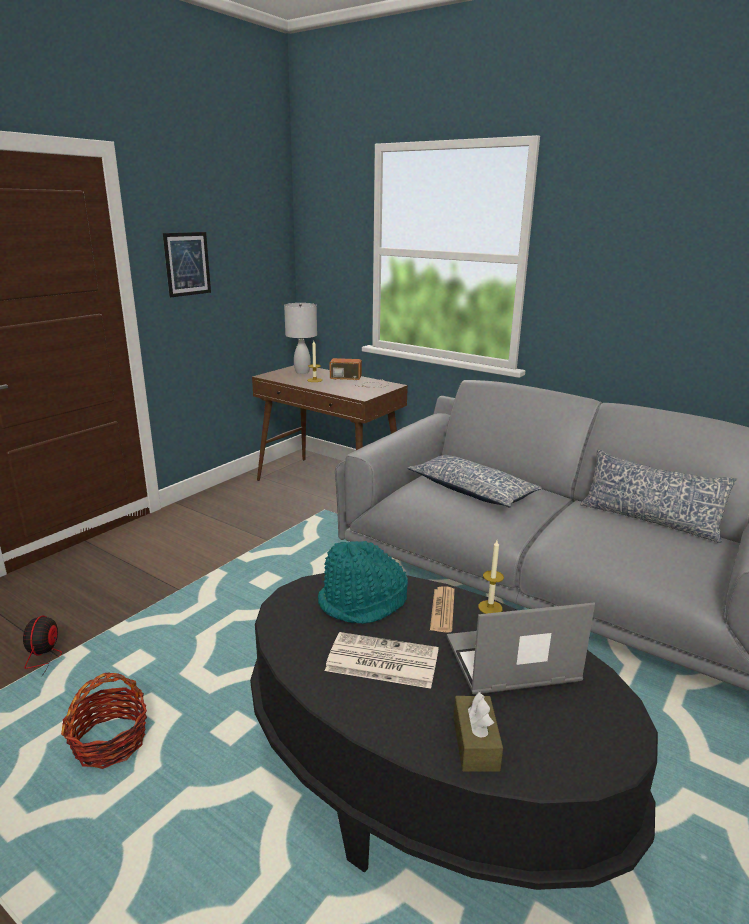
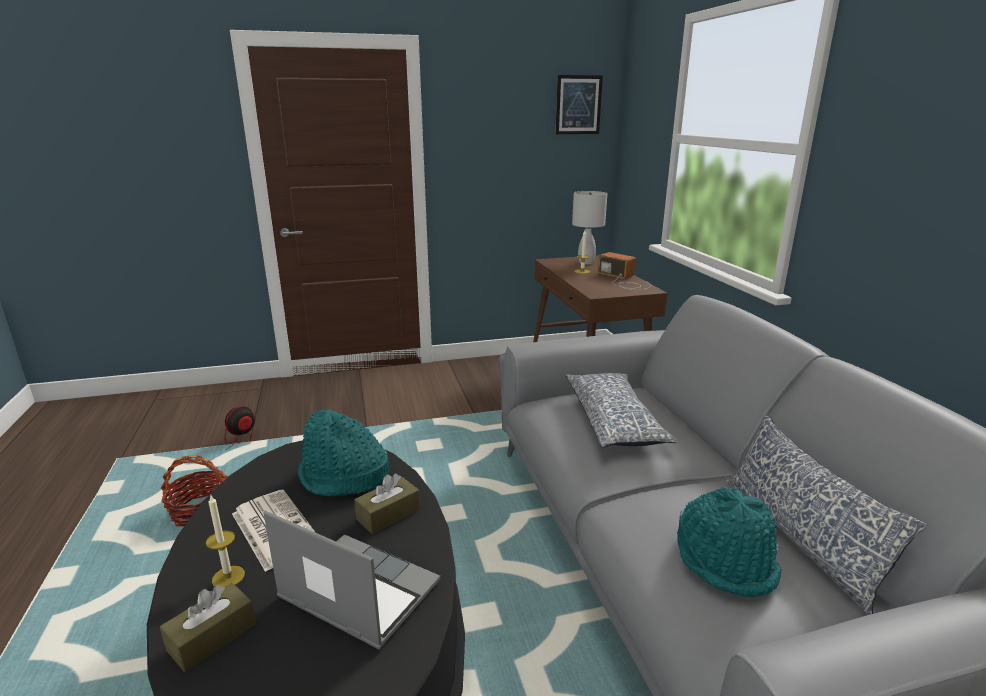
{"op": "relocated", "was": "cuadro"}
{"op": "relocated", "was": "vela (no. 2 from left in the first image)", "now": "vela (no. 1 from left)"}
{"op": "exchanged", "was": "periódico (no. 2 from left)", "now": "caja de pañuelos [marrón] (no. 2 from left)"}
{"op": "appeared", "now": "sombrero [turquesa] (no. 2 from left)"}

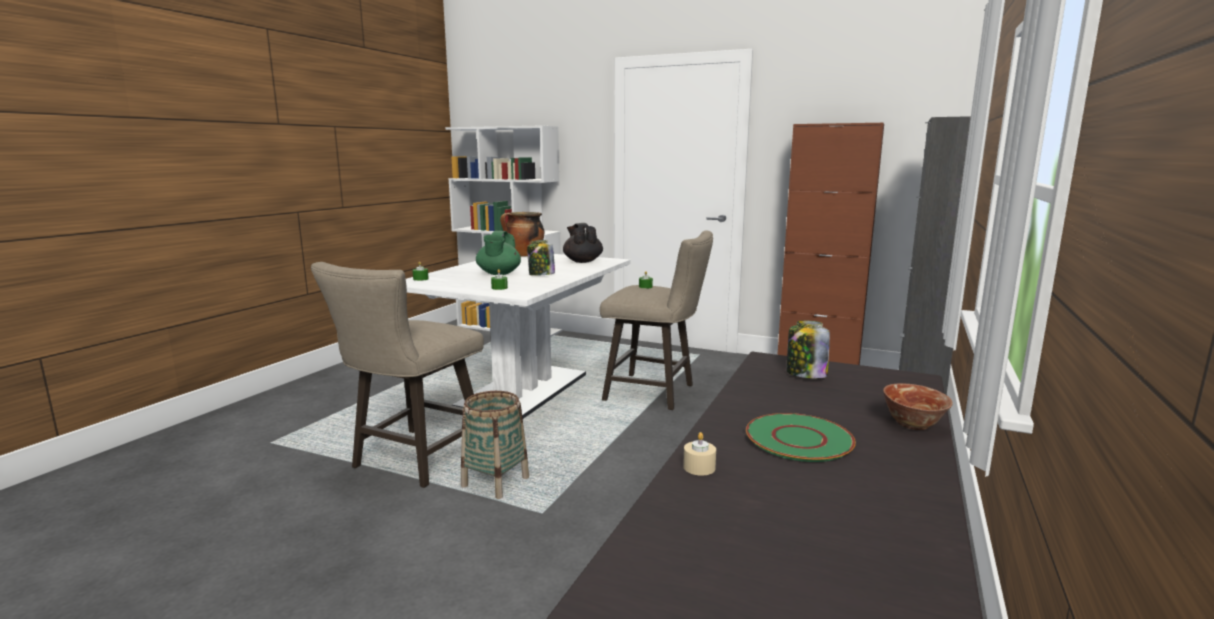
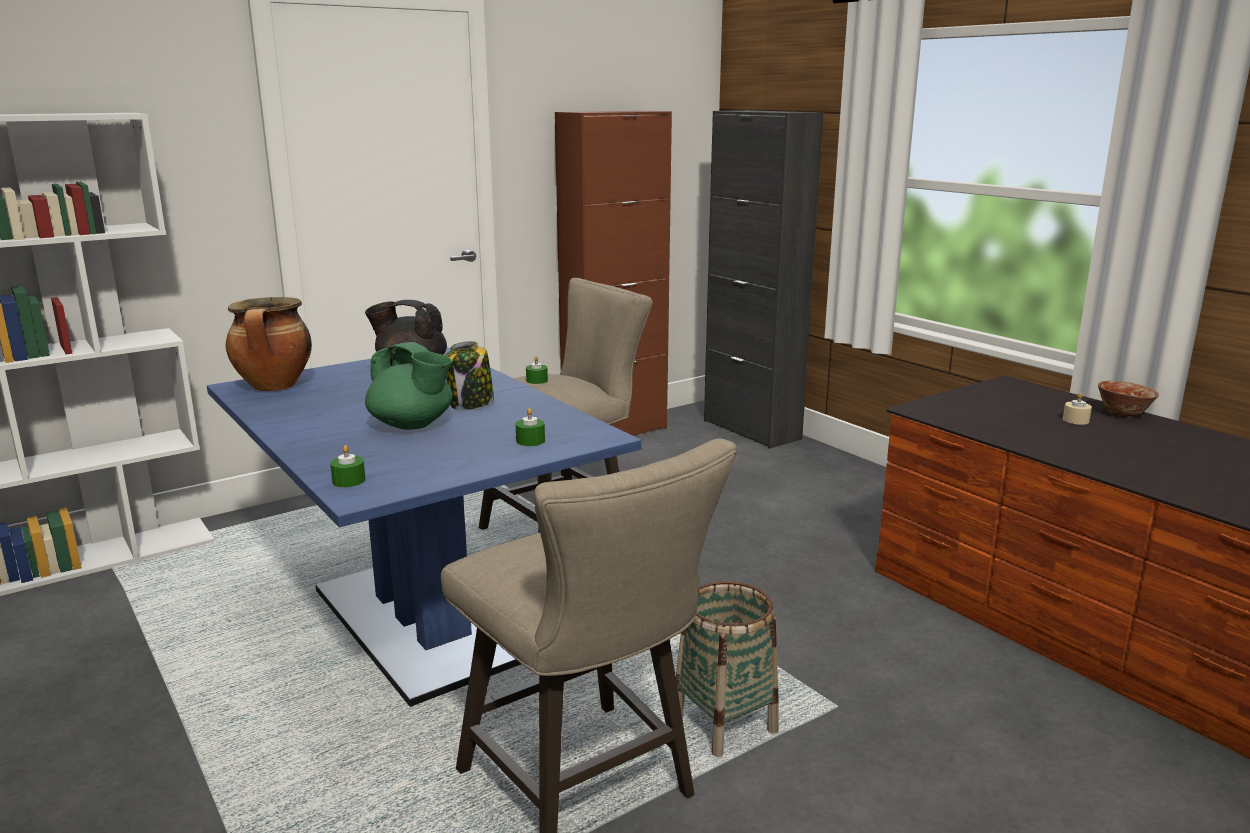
{"op": "colour", "was": "mesa de comedor [blanco]", "now": "mesa de comedor [azul]"}
{"op": "missing", "was": "tarro (no. 2 from left)"}
{"op": "missing", "was": "plato [verde]"}
{"op": "relocated", "was": "vela [beis]"}

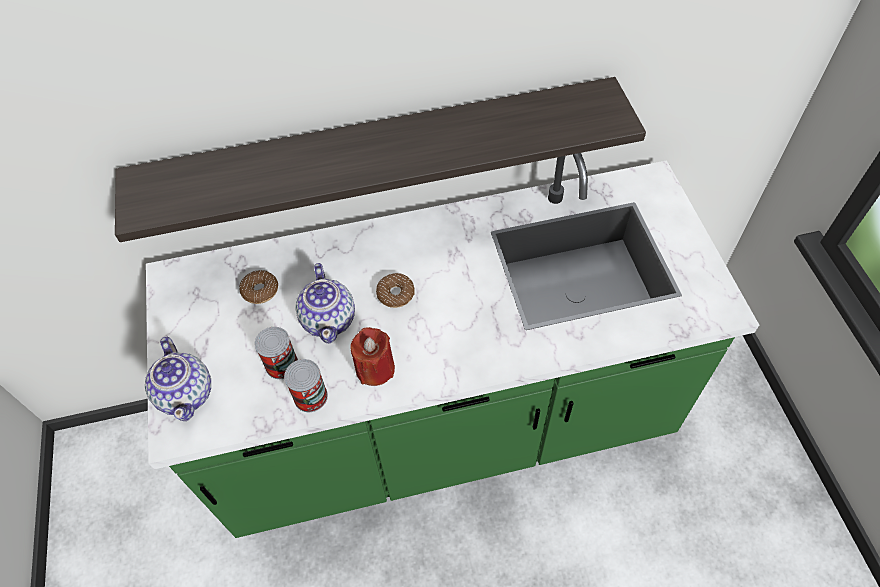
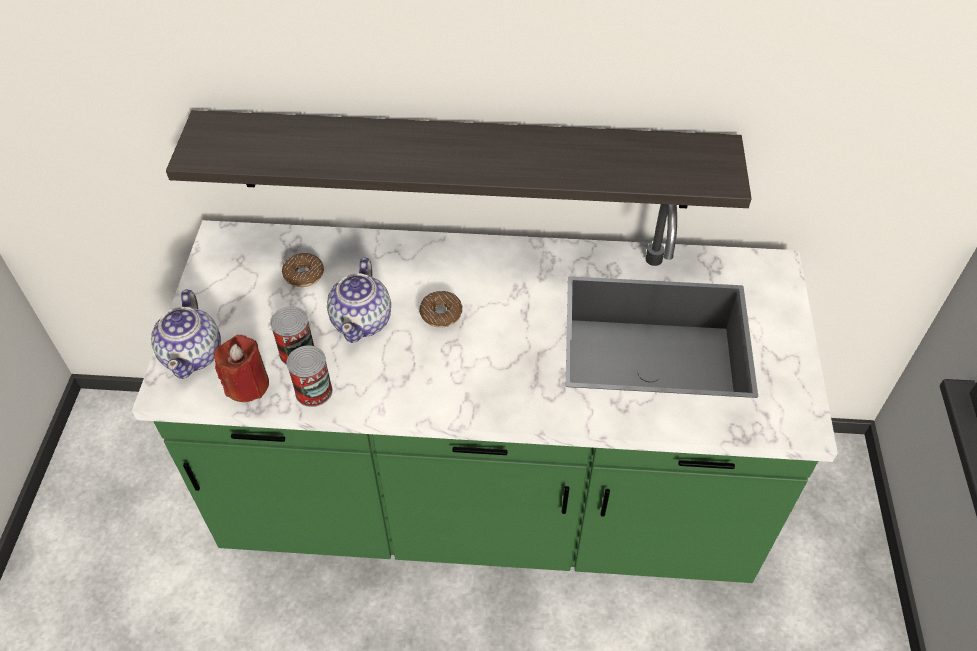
{"op": "relocated", "was": "vela [rojo]"}

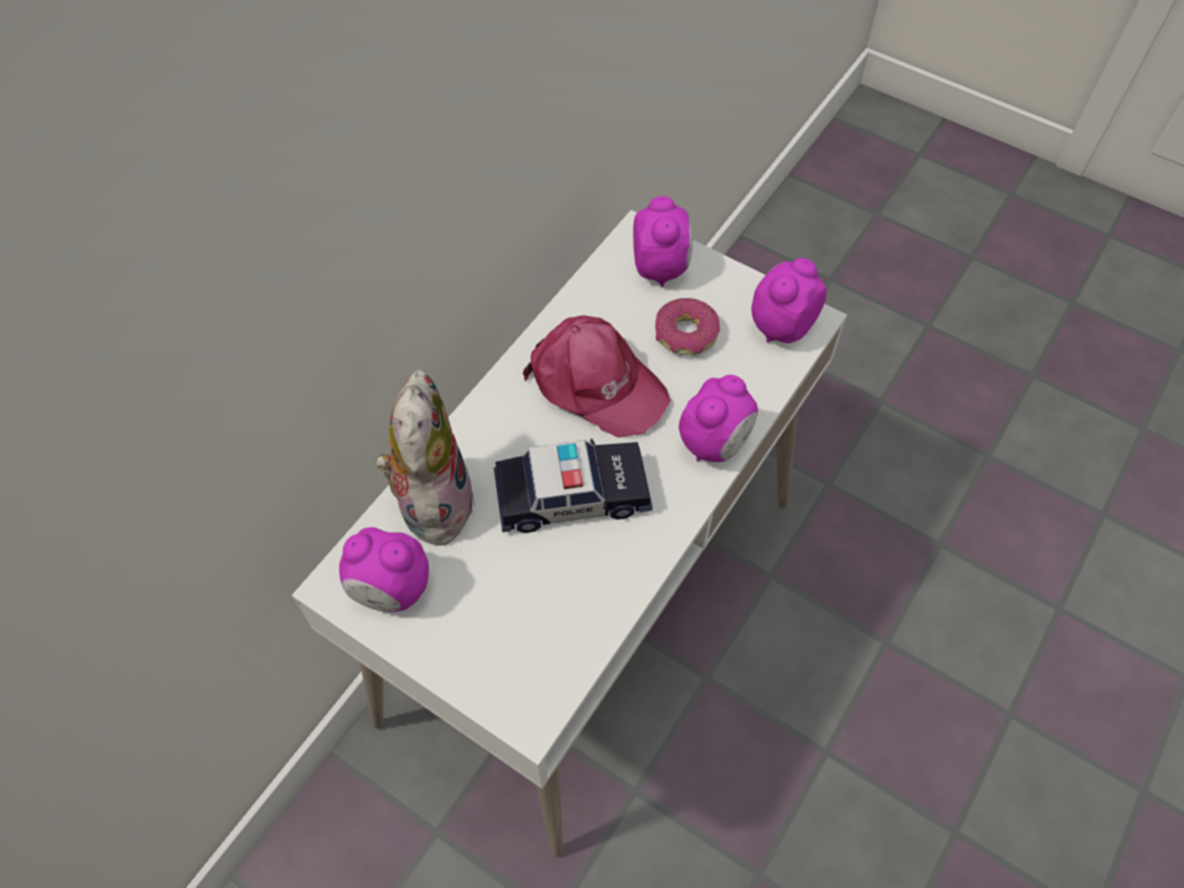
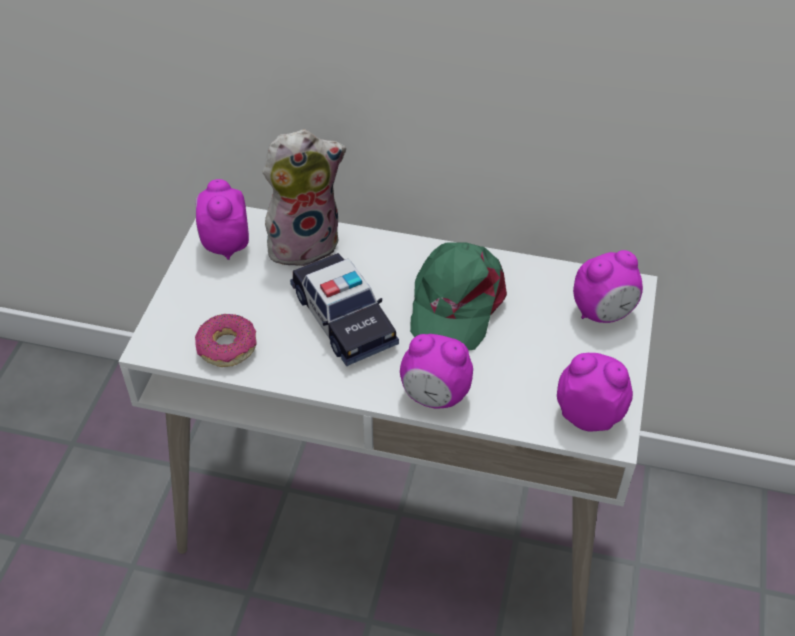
{"op": "relocated", "was": "rosquilla"}
{"op": "colour", "was": "gorra [rosa]", "now": "gorra [verde]"}

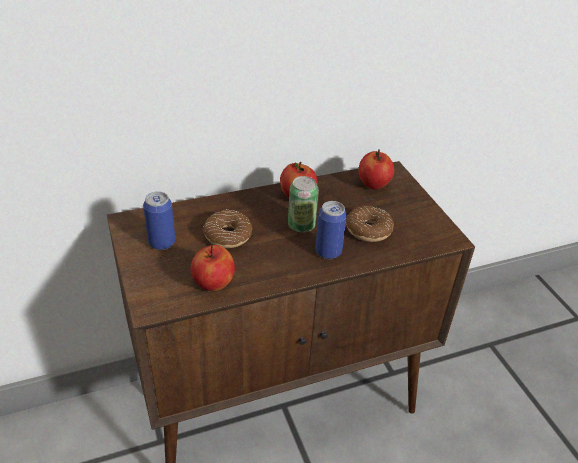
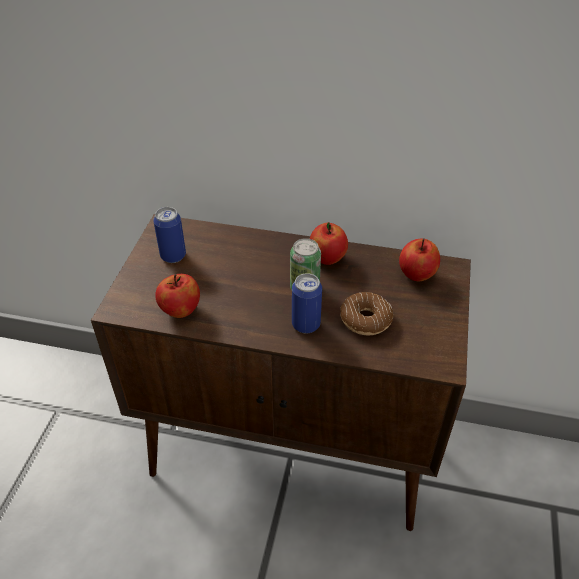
{"op": "missing", "was": "rosquilla (no. 1 from left)"}

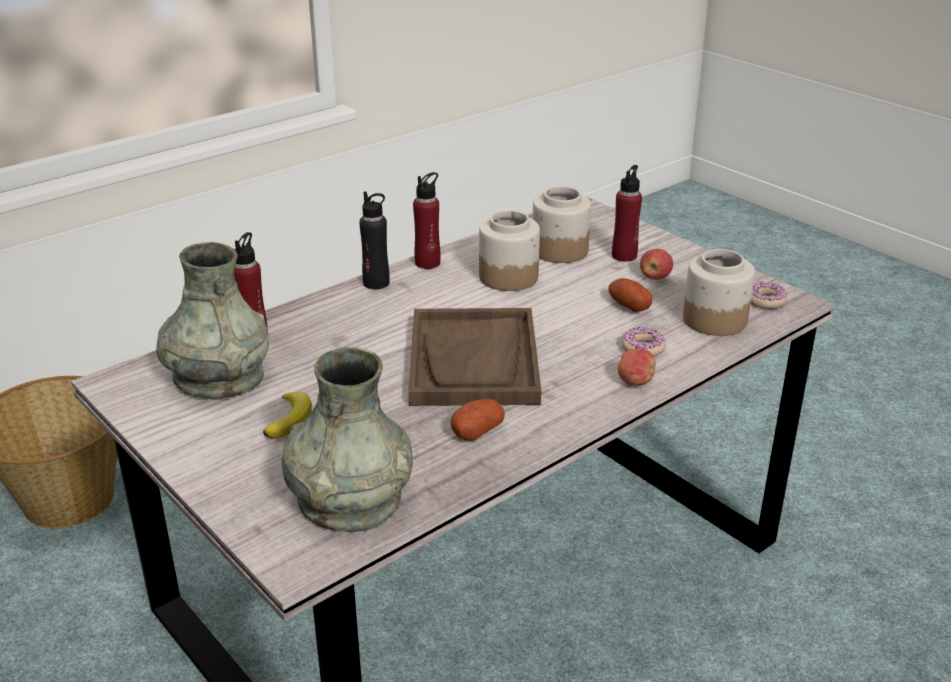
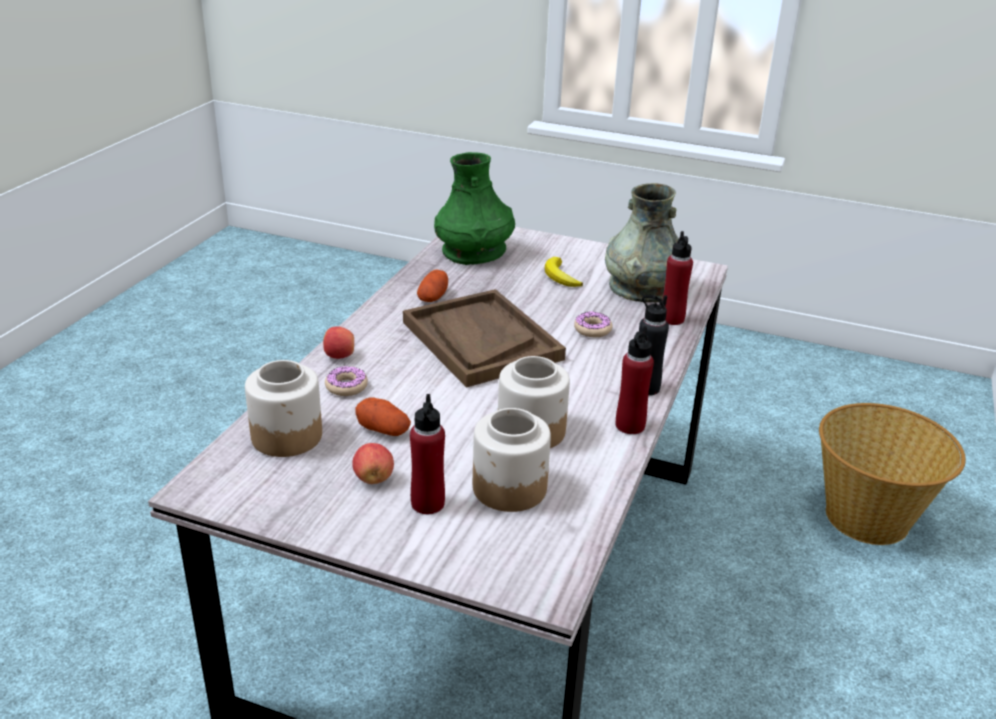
{"op": "relocated", "was": "rosquilla (no. 2 from left)"}
{"op": "colour", "was": "florero [gris] (no. 2 from left)", "now": "florero [verde]"}

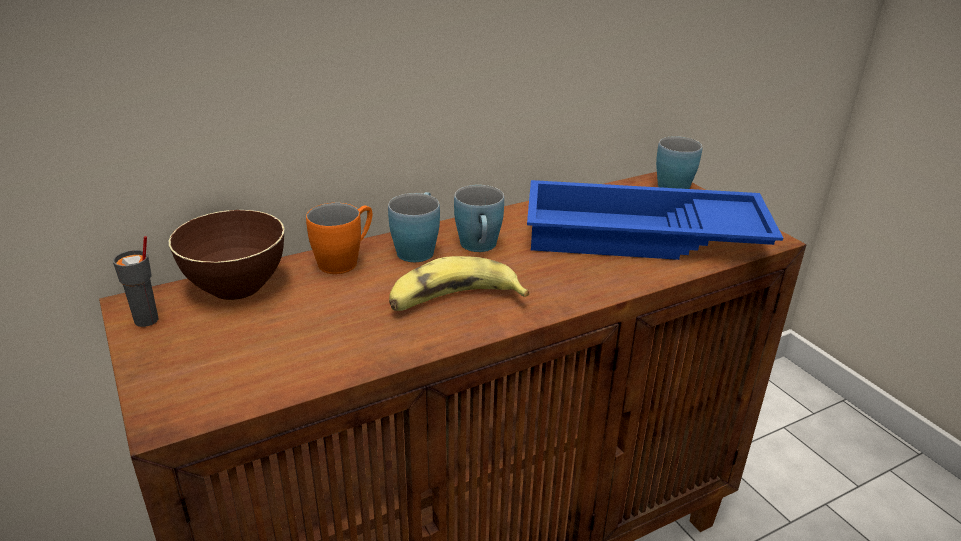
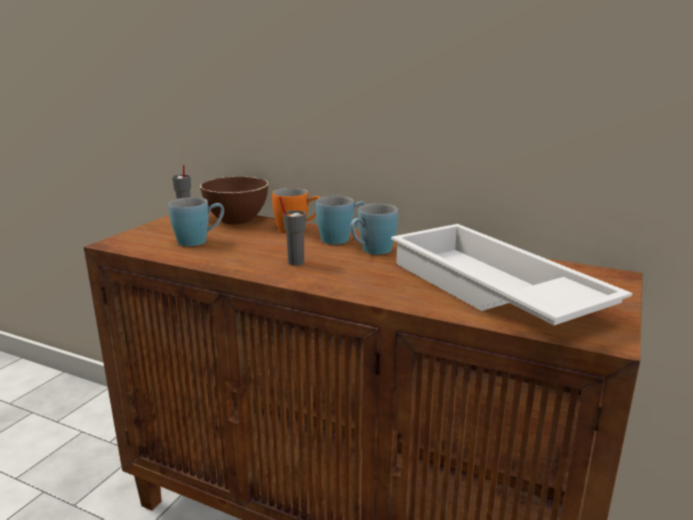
{"op": "relocated", "was": "taza grande [azul] (no. 3 from left in the first image)", "now": "taza grande [azul] (no. 1 from left)"}
{"op": "colour", "was": "bandeja [azul]", "now": "bandeja [blanco]"}
{"op": "exchanged", "was": "plátano", "now": "taza [gris] (no. 2 from left)"}

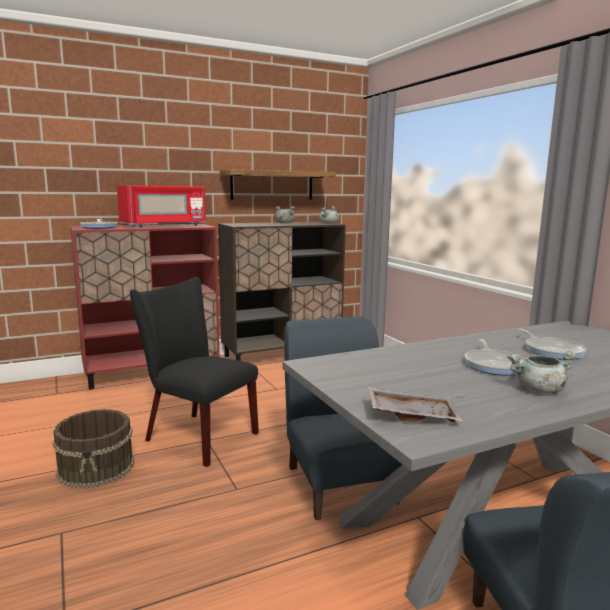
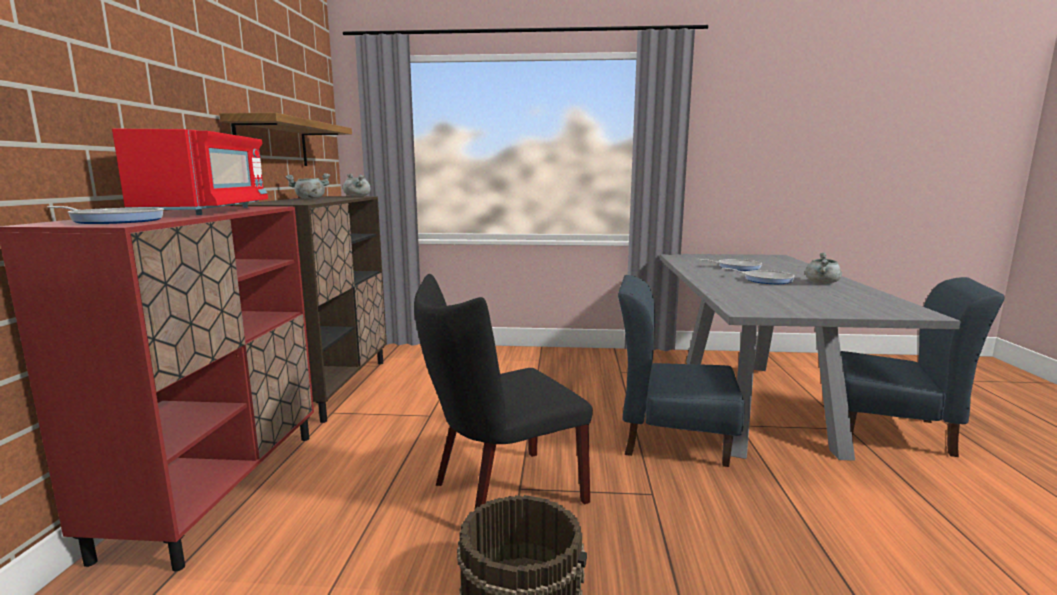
{"op": "missing", "was": "bandeja [gris]"}

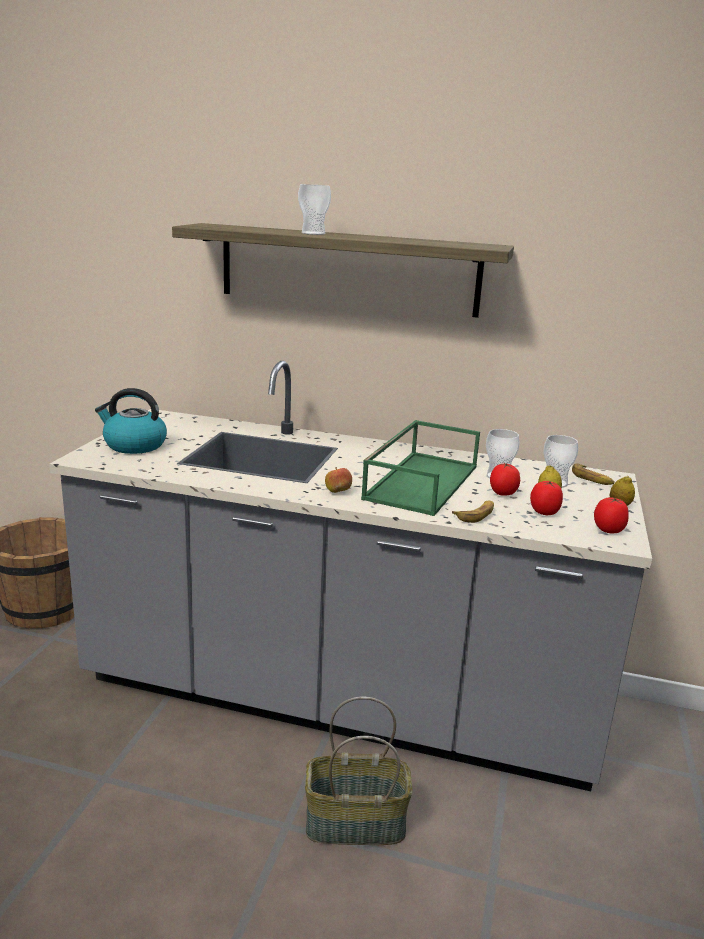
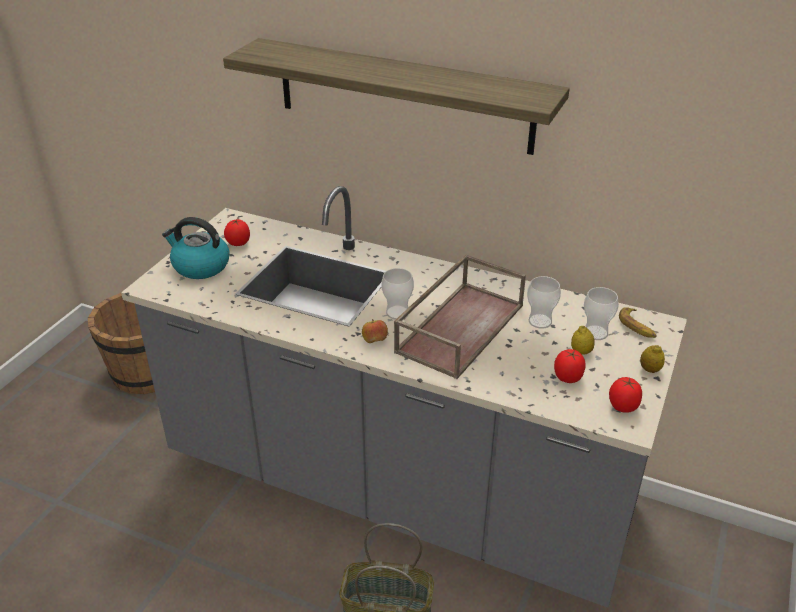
{"op": "relocated", "was": "taza (no. 1 from left)"}
{"op": "colour", "was": "bandeja [verde]", "now": "bandeja [marrón]"}
{"op": "relocated", "was": "tomate (no. 1 from left)"}
{"op": "missing", "was": "plátano (no. 1 from left)"}

